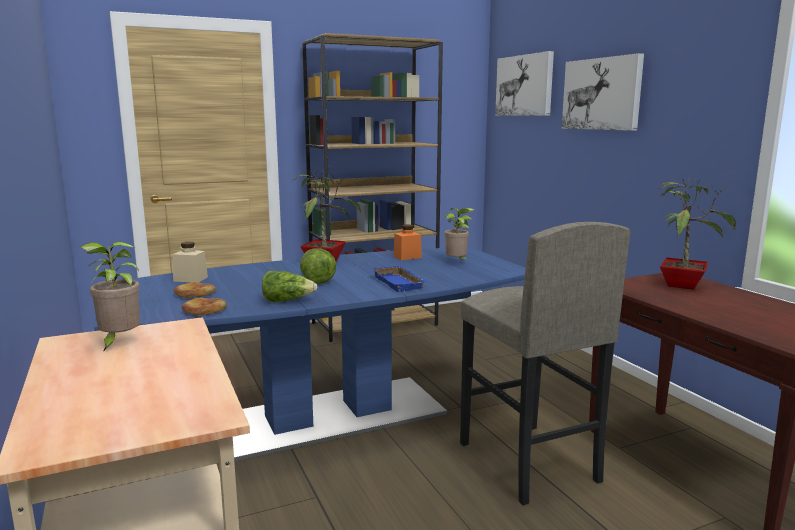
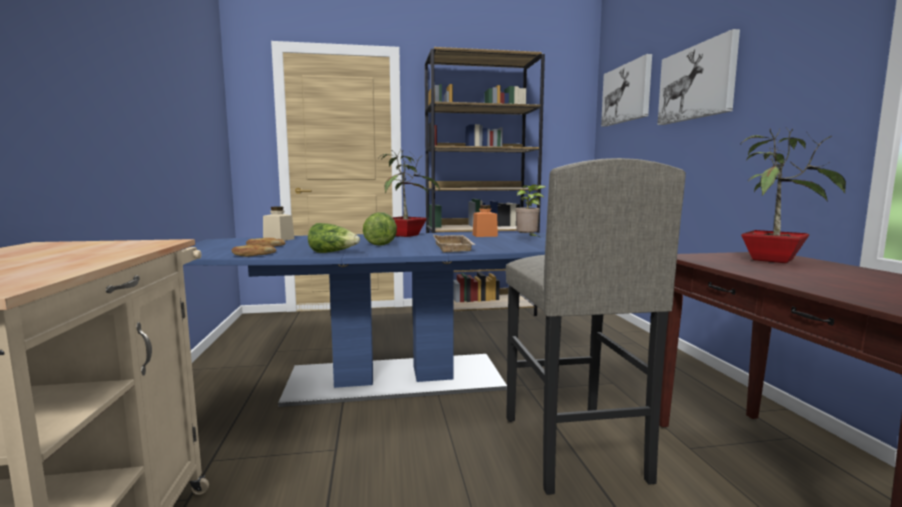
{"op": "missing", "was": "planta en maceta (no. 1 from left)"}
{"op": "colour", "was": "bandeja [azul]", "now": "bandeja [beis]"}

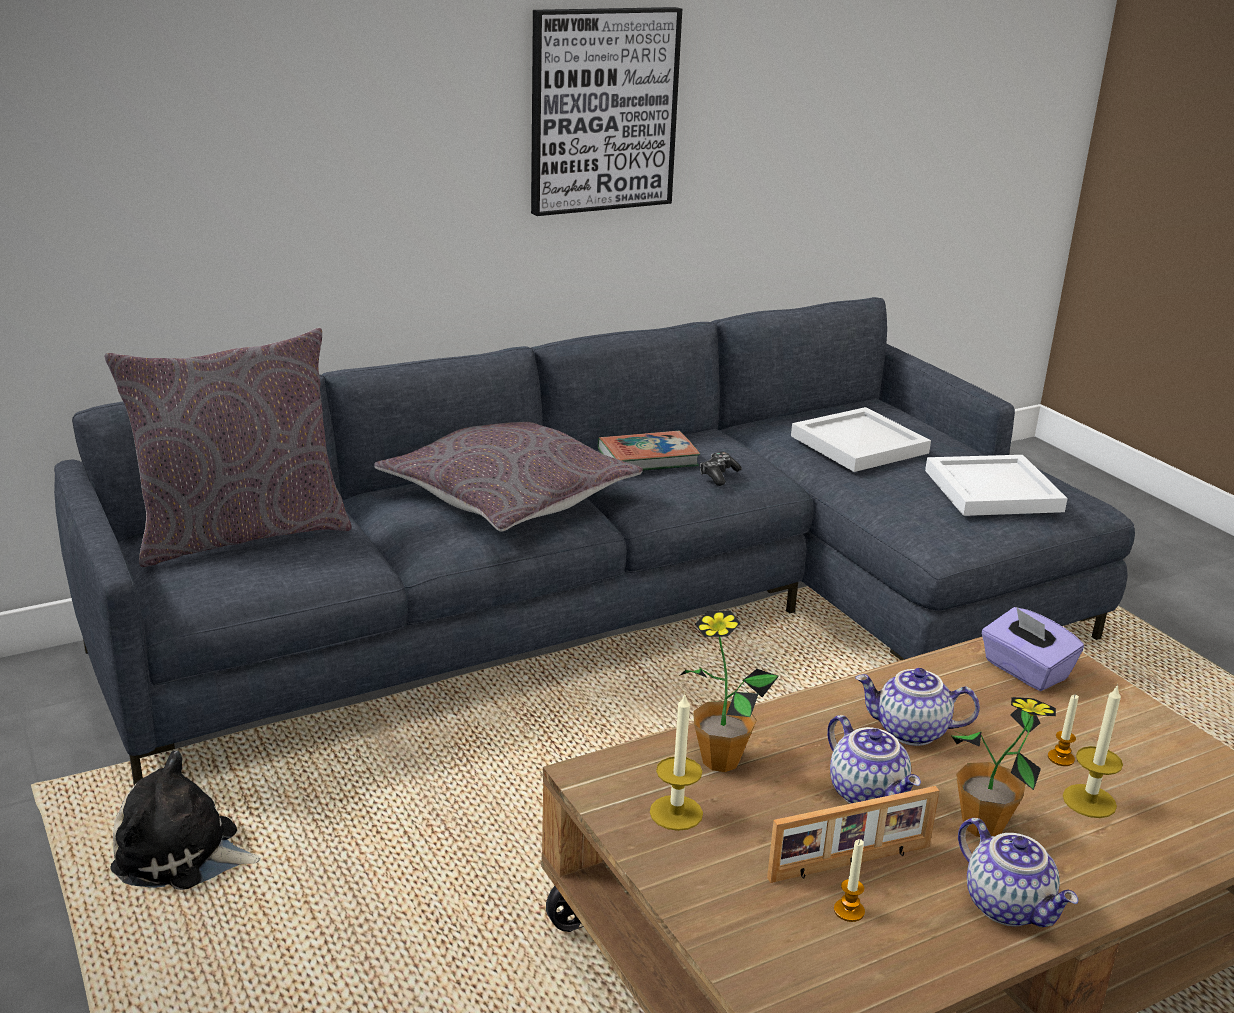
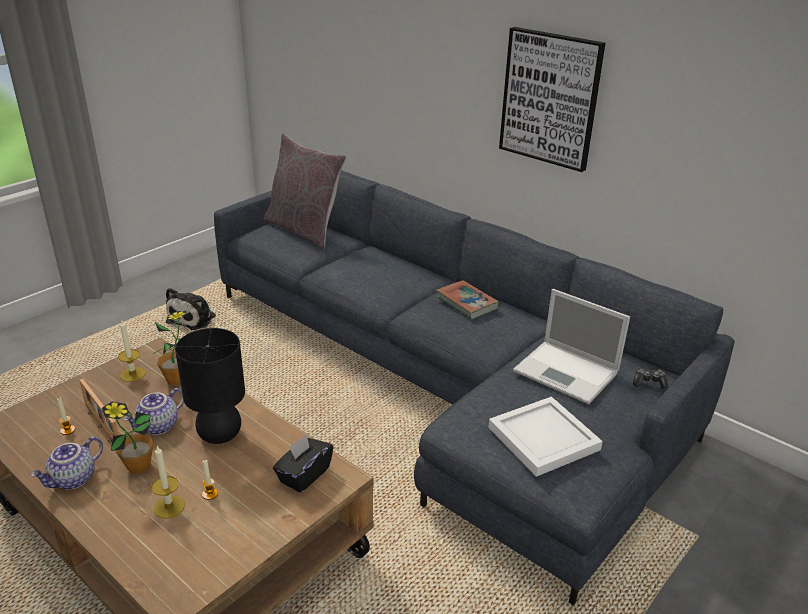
{"op": "exchanged", "was": "bandeja [blanco] (no. 1 from left)", "now": "portátil"}
{"op": "missing", "was": "cojín [gris] (no. 2 from left)"}
{"op": "relocated", "was": "mando de consola"}
{"op": "colour", "was": "caja de pañuelos [morado]", "now": "caja de pañuelos [negro]"}
{"op": "exchanged", "was": "tetera (no. 2 from left)", "now": "lámpara de mesa [negro]"}
{"op": "spun", "was": "peluche", "clockwise": -150}

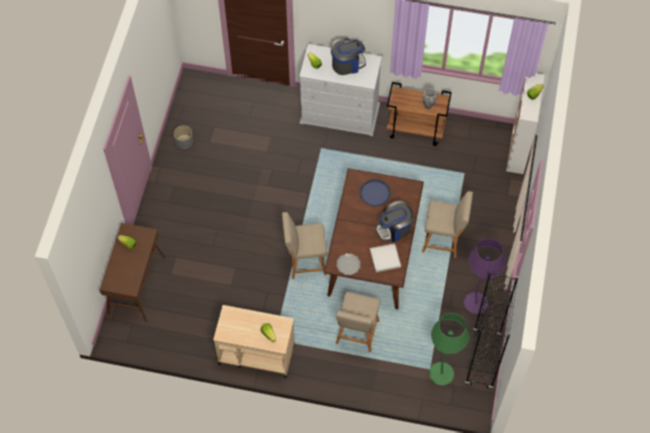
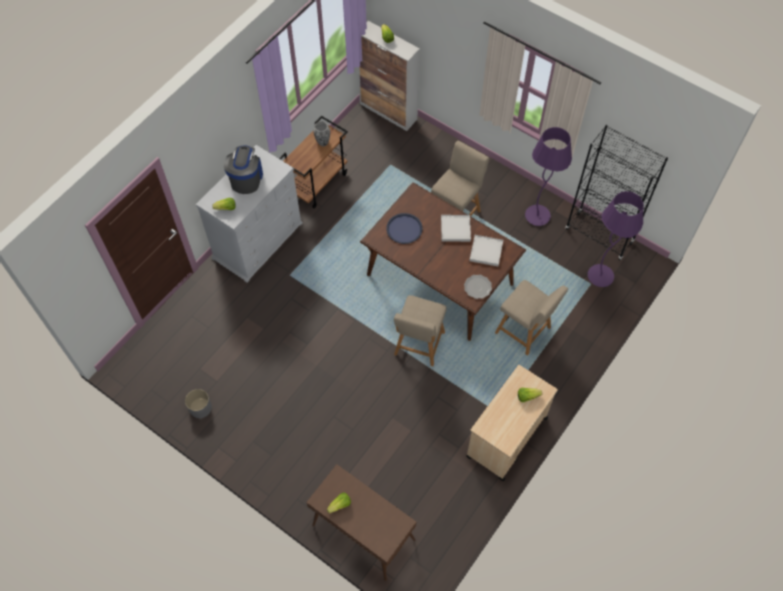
{"op": "exchanged", "was": "cafetera (no. 2 from left)", "now": "bandeja [blanco] (no. 1 from left)"}
{"op": "colour", "was": "lámpara de pie [verde]", "now": "lámpara de pie [morado] (no. 2 from left)"}

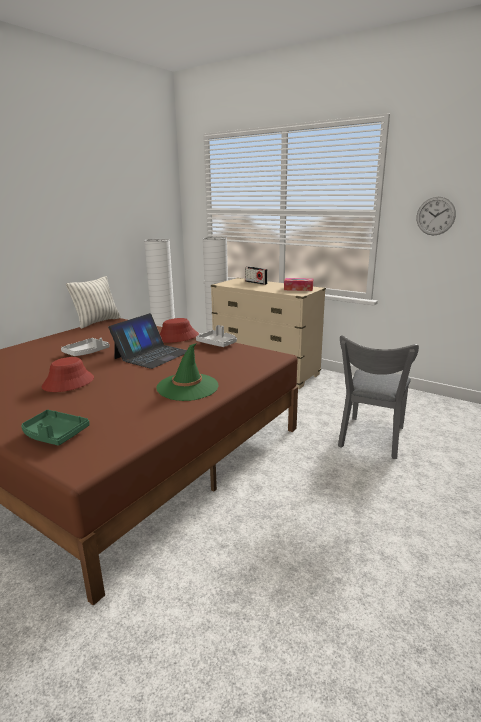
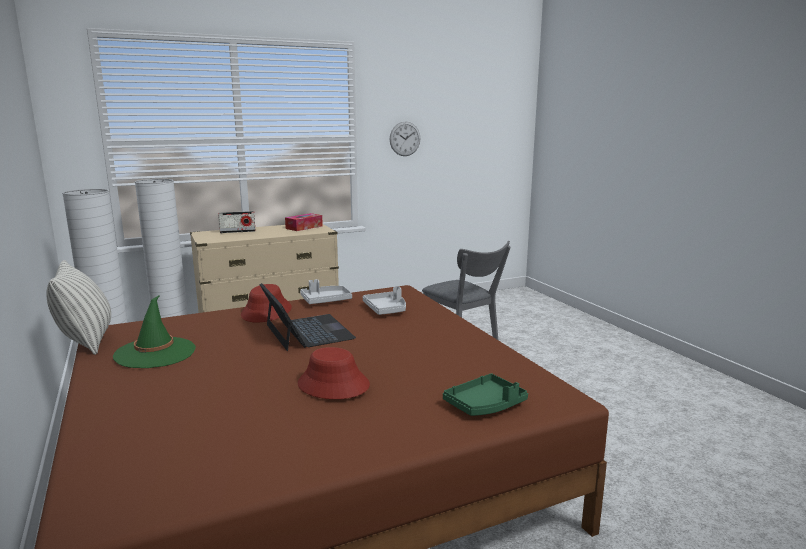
{"op": "relocated", "was": "bandeja [gris] (no. 1 from left in the first image)", "now": "bandeja [gris] (no. 2 from left)"}
{"op": "relocated", "was": "sombrero [verde]"}

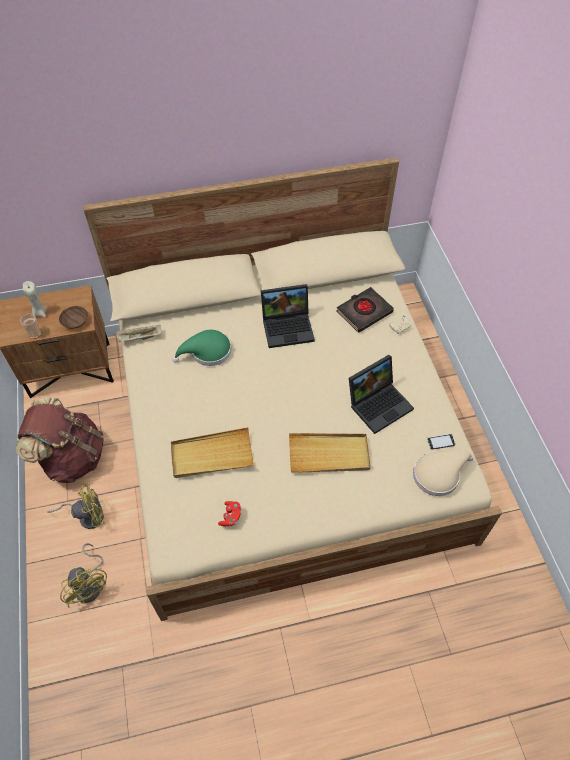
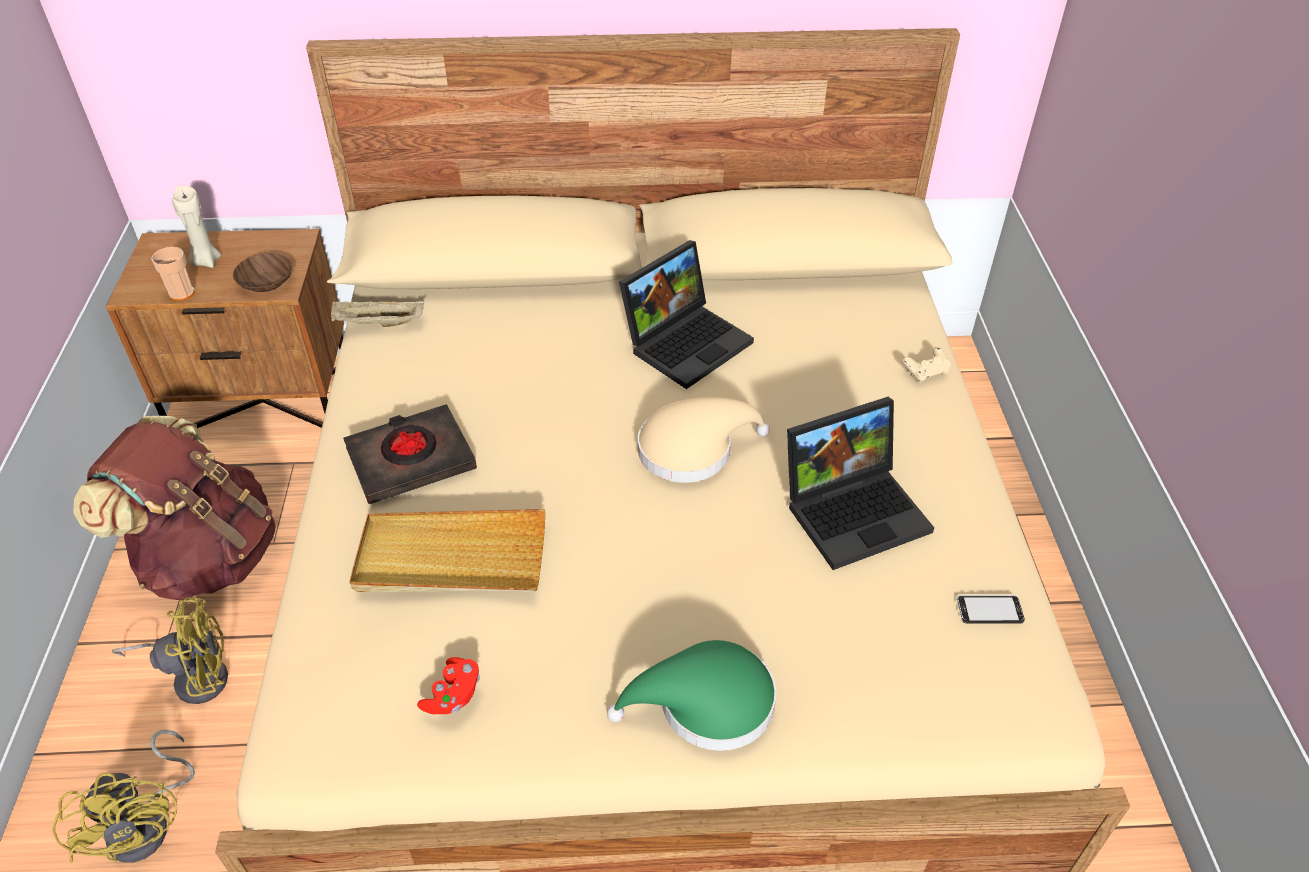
{"op": "spun", "was": "portátil (no. 1 from left)", "clockwise": -45}
{"op": "relocated", "was": "libro [negro]"}
{"op": "relocated", "was": "sombrero [verde]"}
{"op": "missing", "was": "bandeja [beis] (no. 3 from left)"}
{"op": "relocated", "was": "sombrero [beis]"}

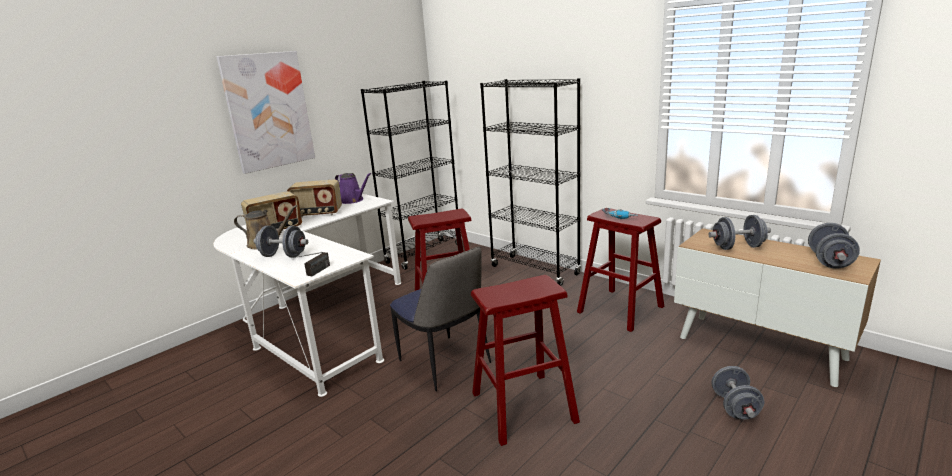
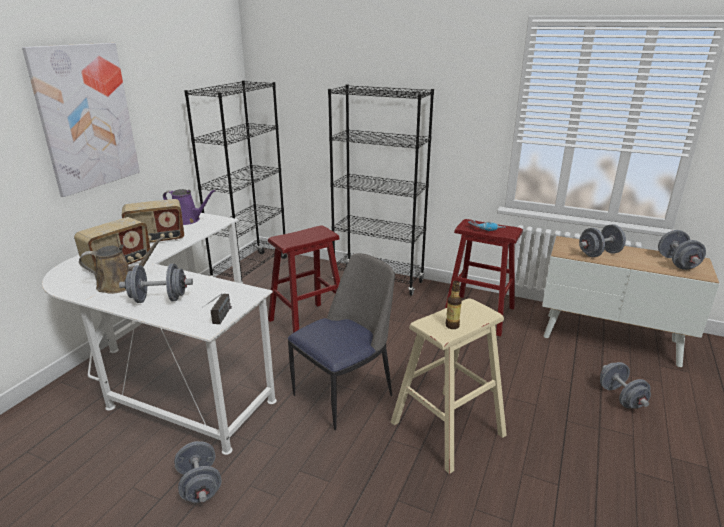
{"op": "spun", "was": "silla", "clockwise": -75}
{"op": "colour", "was": "taburete [rojo] (no. 2 from left)", "now": "taburete [beis]"}
{"op": "appeared", "now": "botella"}
{"op": "appeared", "now": "mancuerna [gris] (no. 2 from left)"}

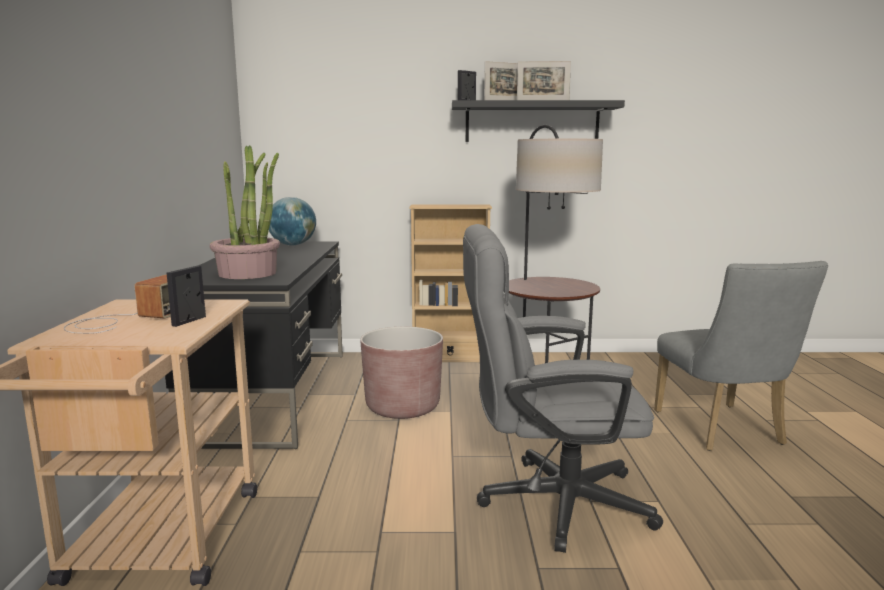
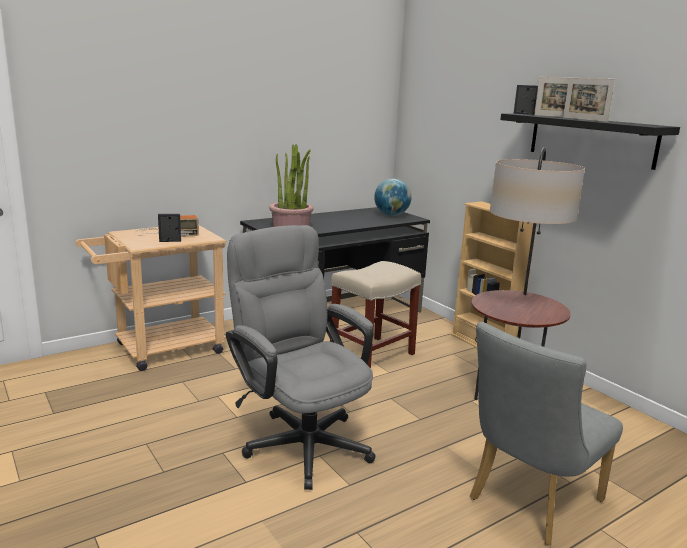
{"op": "exchanged", "was": "maceta [marrón]", "now": "taburete [beis]"}

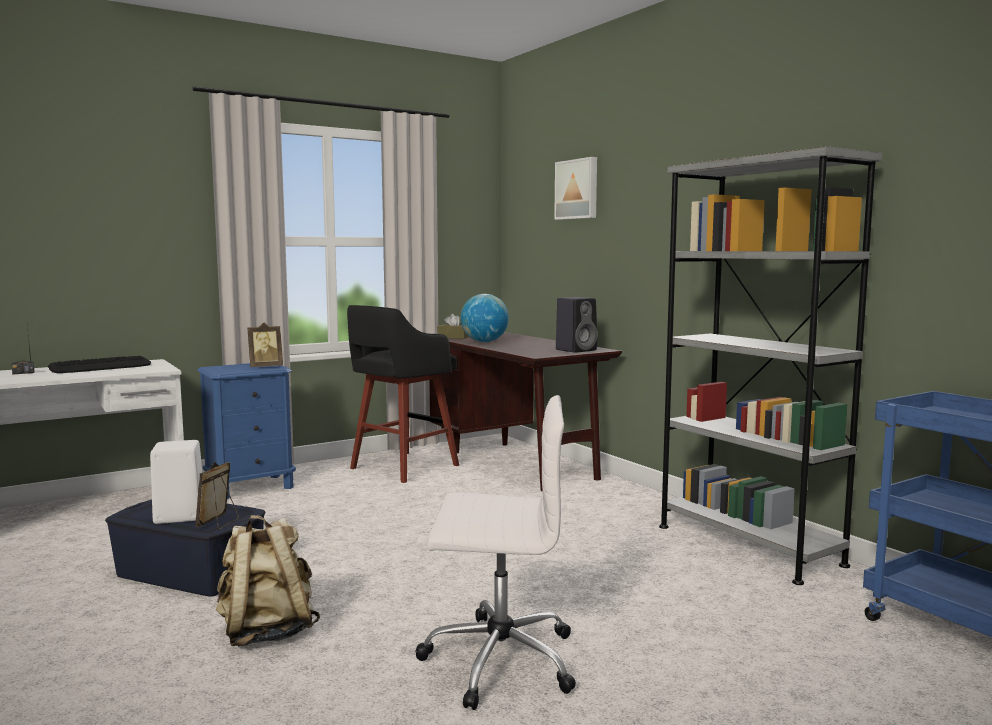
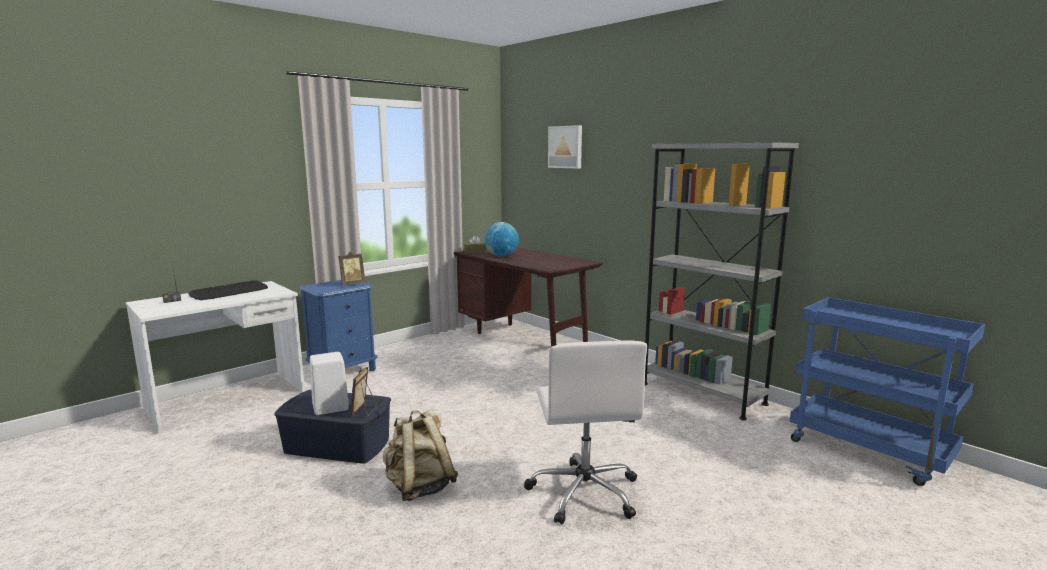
{"op": "missing", "was": "altavoz [negro]"}
{"op": "missing", "was": "taburete [negro]"}
{"op": "spun", "was": "silla de oficina [blanco]", "clockwise": 90}

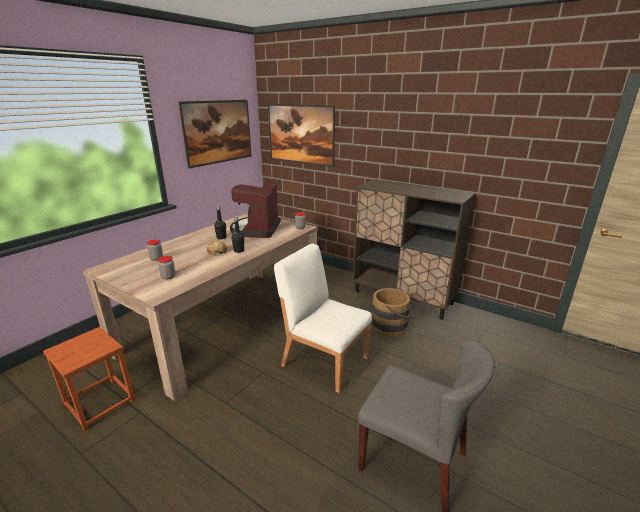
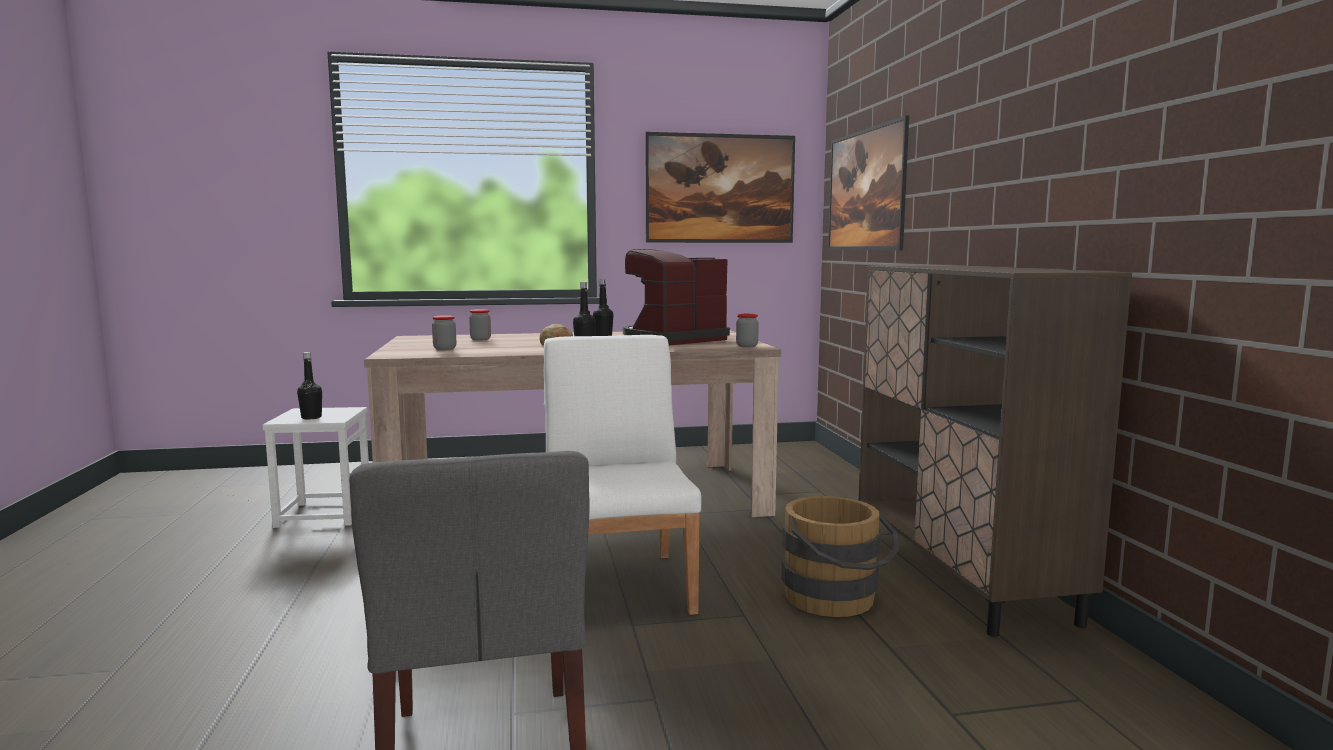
{"op": "colour", "was": "taburete [marrón]", "now": "taburete [blanco]"}
{"op": "appeared", "now": "botella [negro] (no. 1 from left)"}

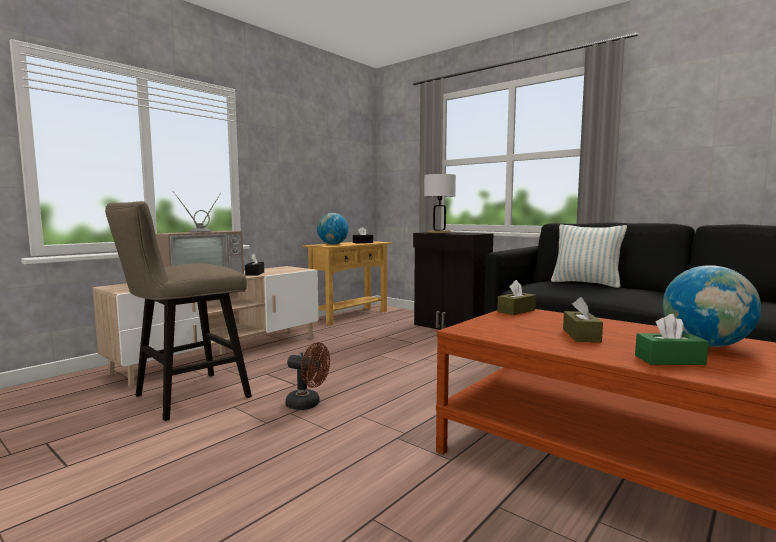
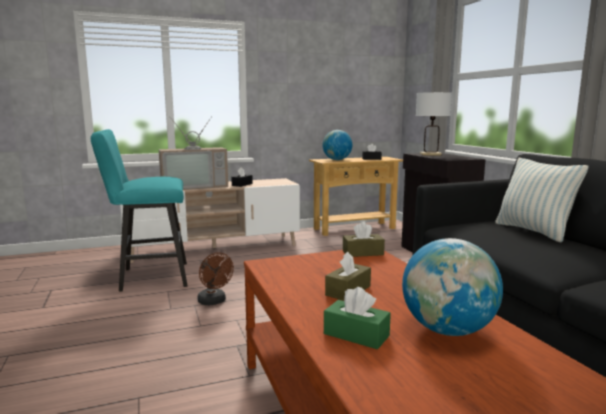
{"op": "colour", "was": "taburete [beis]", "now": "taburete [turquesa]"}

